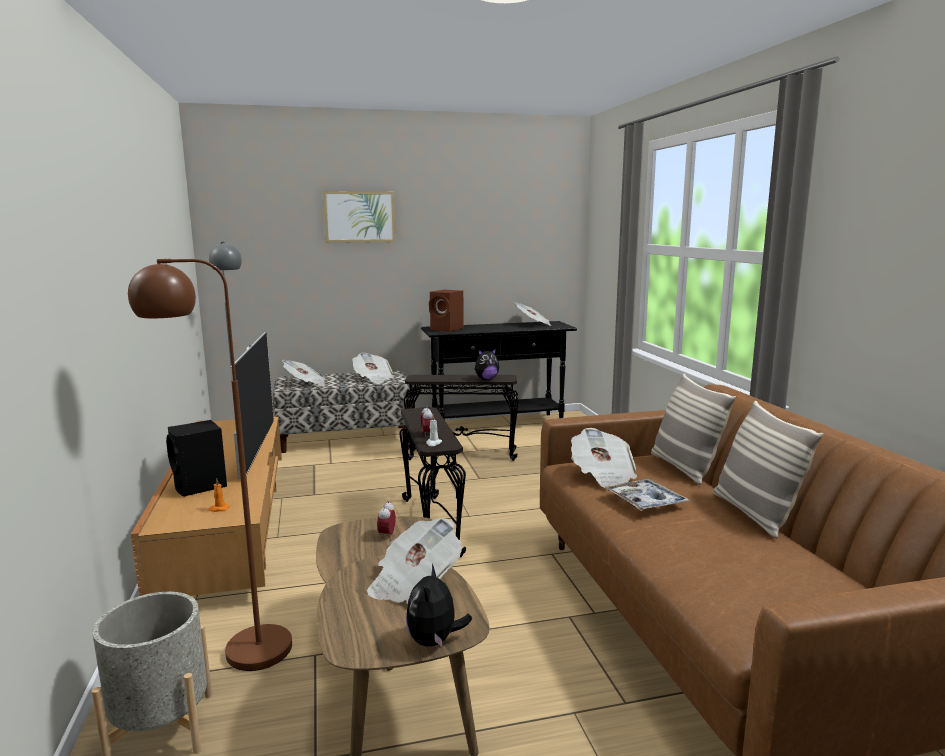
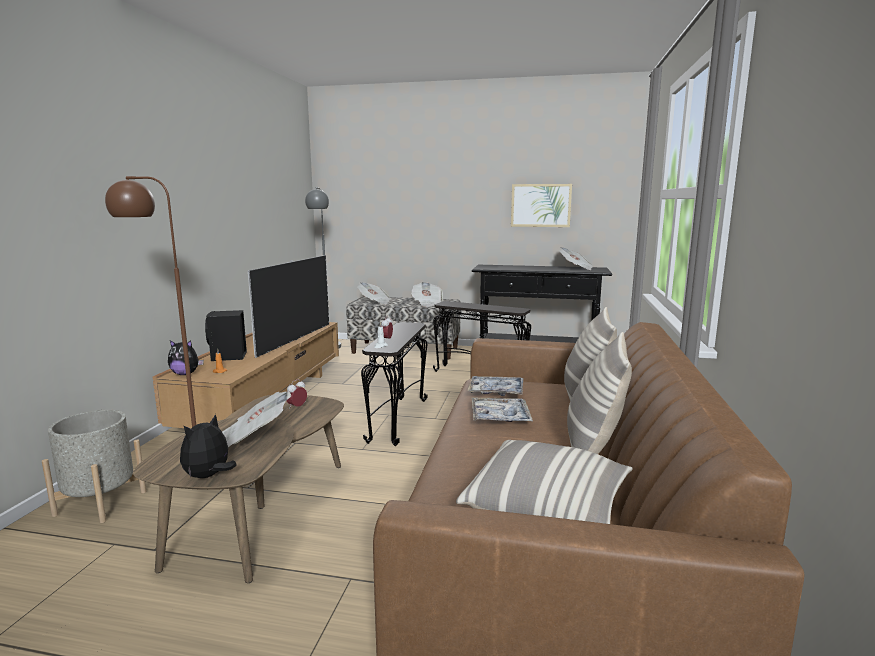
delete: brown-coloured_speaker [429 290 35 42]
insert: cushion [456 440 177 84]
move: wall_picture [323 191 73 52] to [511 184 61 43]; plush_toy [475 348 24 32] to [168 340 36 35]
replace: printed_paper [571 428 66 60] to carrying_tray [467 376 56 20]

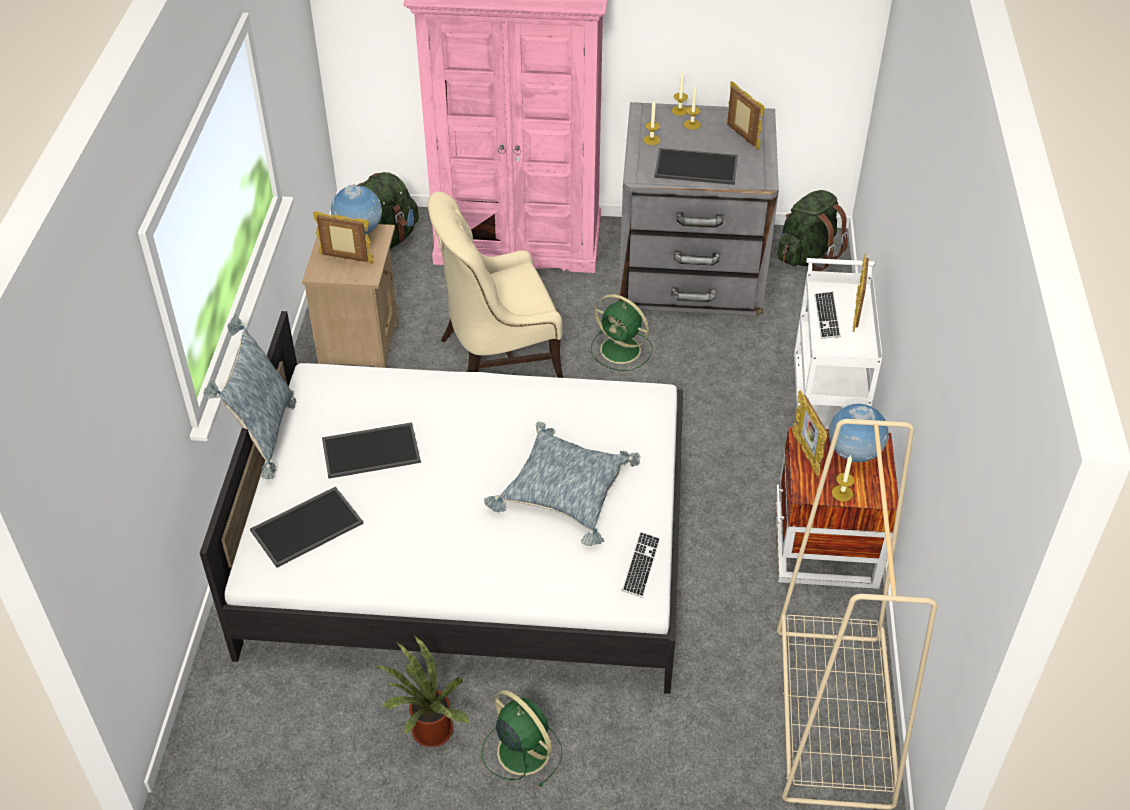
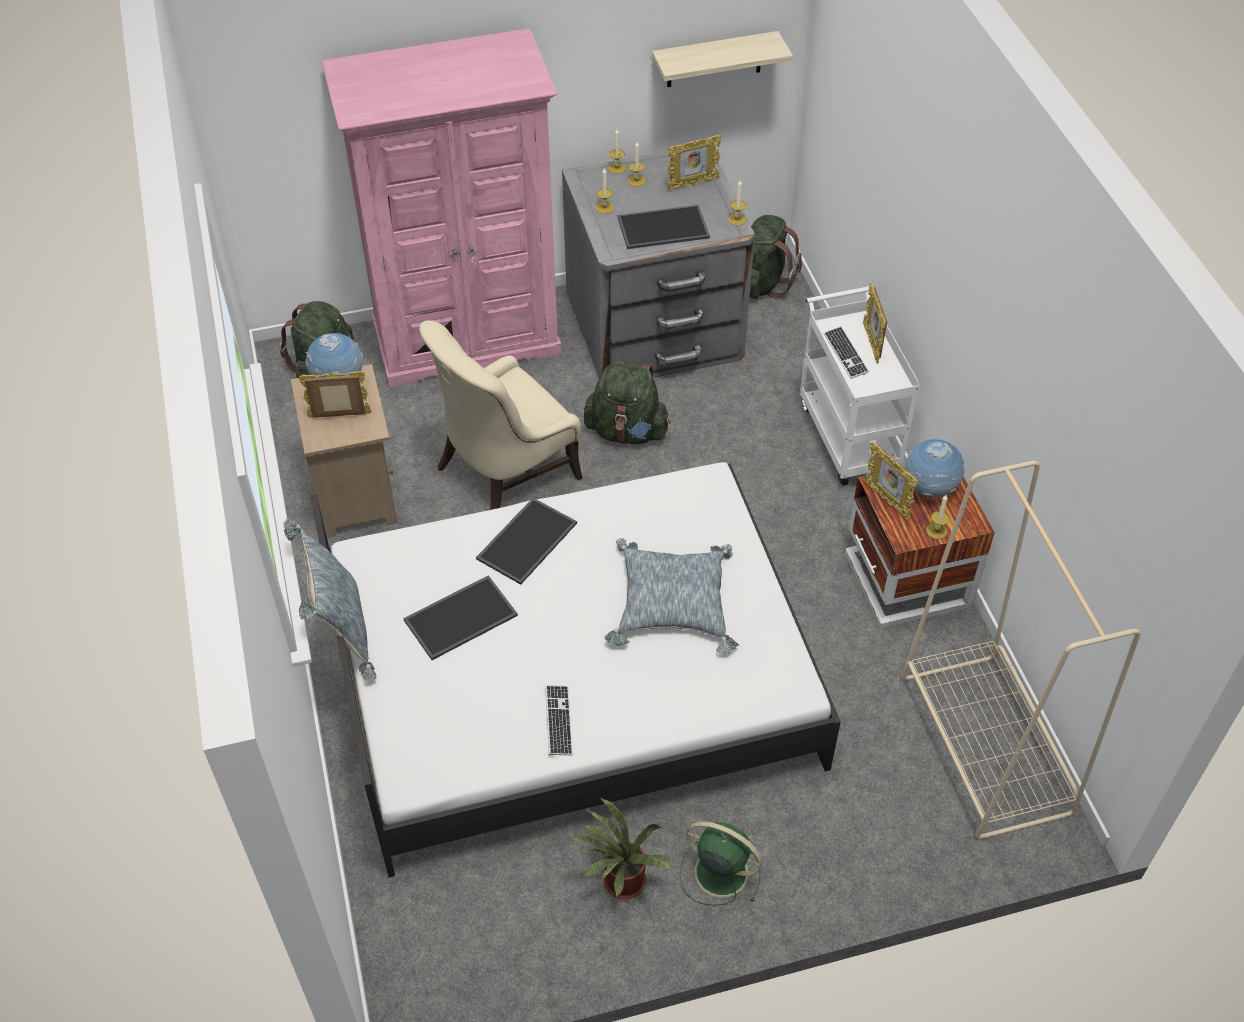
insert: bracket_shelf [652 31 141 56]; candle [728 180 18 46]
move: carrying_tray [250 487 114 81] to [476 498 101 87]; computer_keyboard [621 532 40 66] to [545 685 28 70]
replace: greenish_cooling_fan [590 294 63 77] to greenish_rucksack [584 361 87 83]
rotate: picture_frame [727 81 38 69] = [666 134 56 57] 120 degrees clockwise

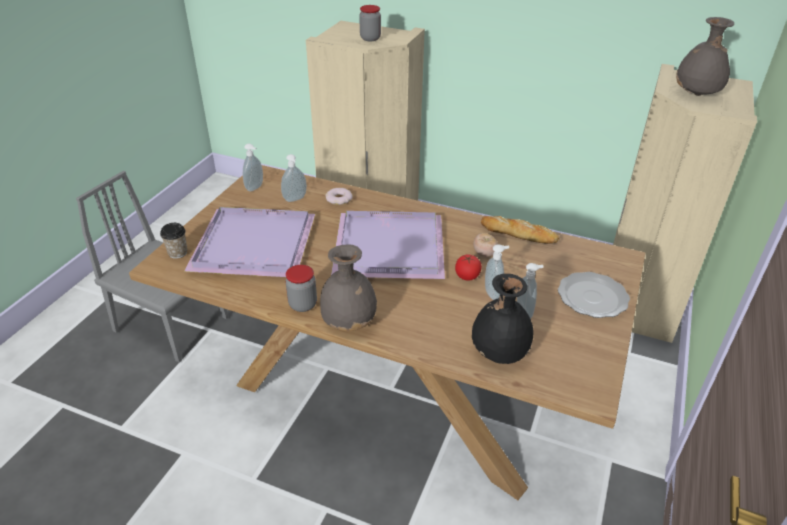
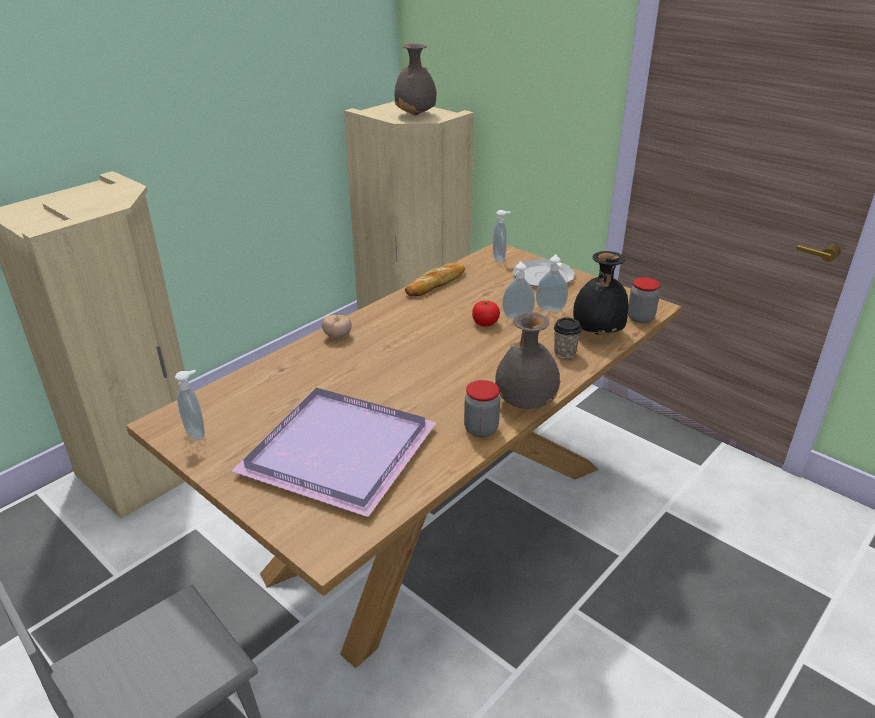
delete: ring_doughnut [325 188 28 17]; purple_carrying_tray [331 211 114 68]
move: cup [160 223 27 36] to [554 318 28 41]; soap_dispenser [281 154 26 48] to [493 210 17 52]; storage_jar [359 5 22 36] to [628 277 32 46]; whole_tomato [473 233 25 24] to [322 315 30 23]

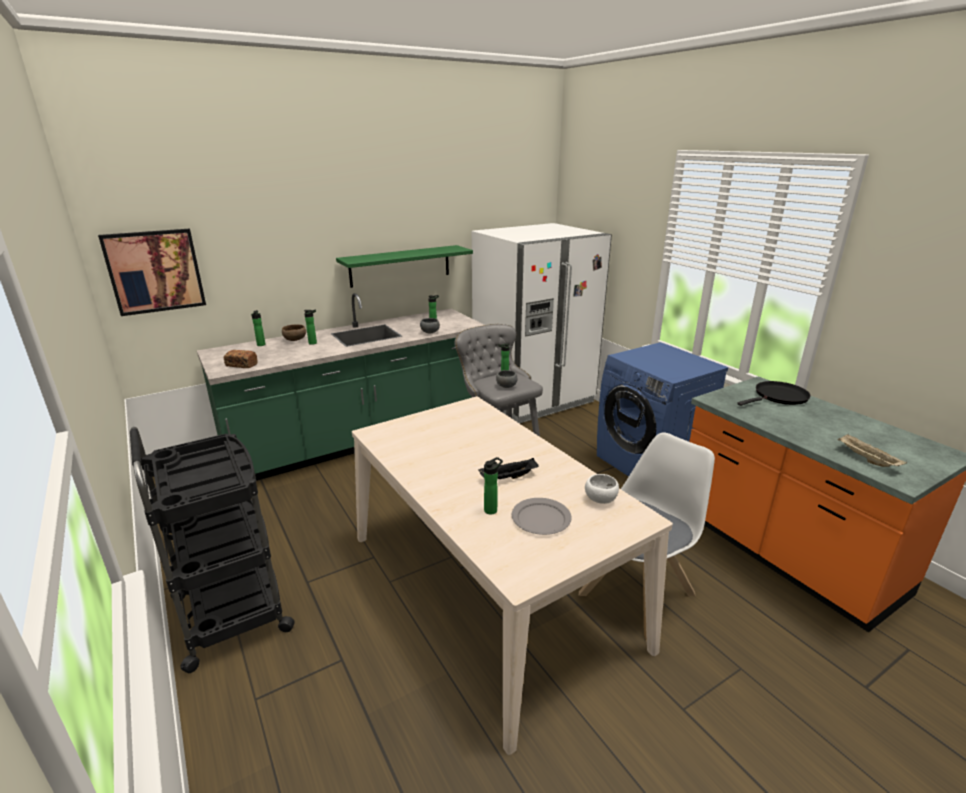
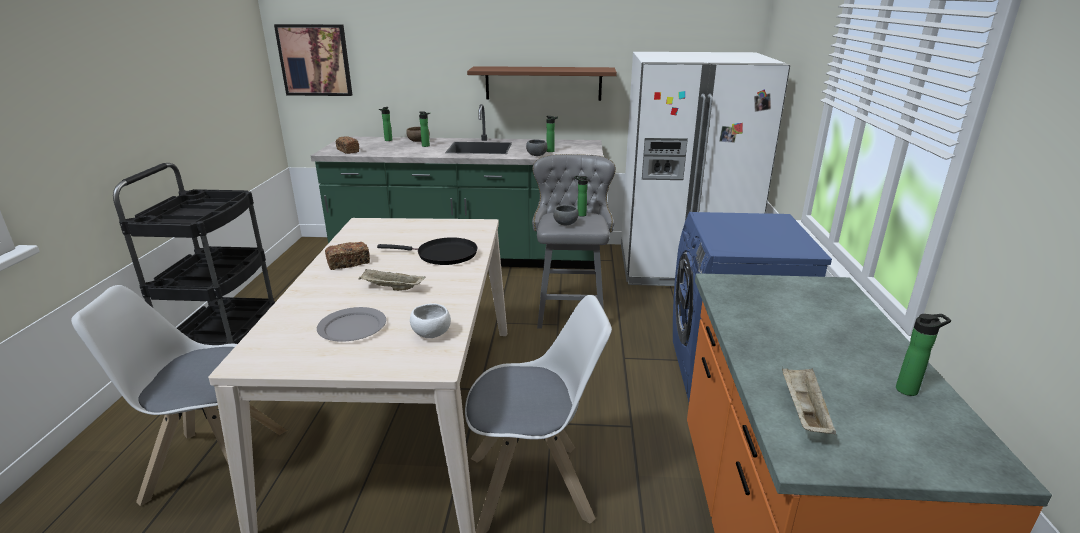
insert: plain_chair [71 285 216 221]; baked_bread [325 242 45 28]
move: bottle [484 457 19 57] to [896 314 55 82]; black-coloured_frying_pan [737 381 74 25] to [377 237 100 28]
recolor: greenish_bracket_shelf [336 245 137 43] to brown-coloured_bracket_shelf [467 66 150 35]; black-coloured_carrying_tray [478 458 61 21] to beige-coloured_carrying_tray [358 269 68 22]

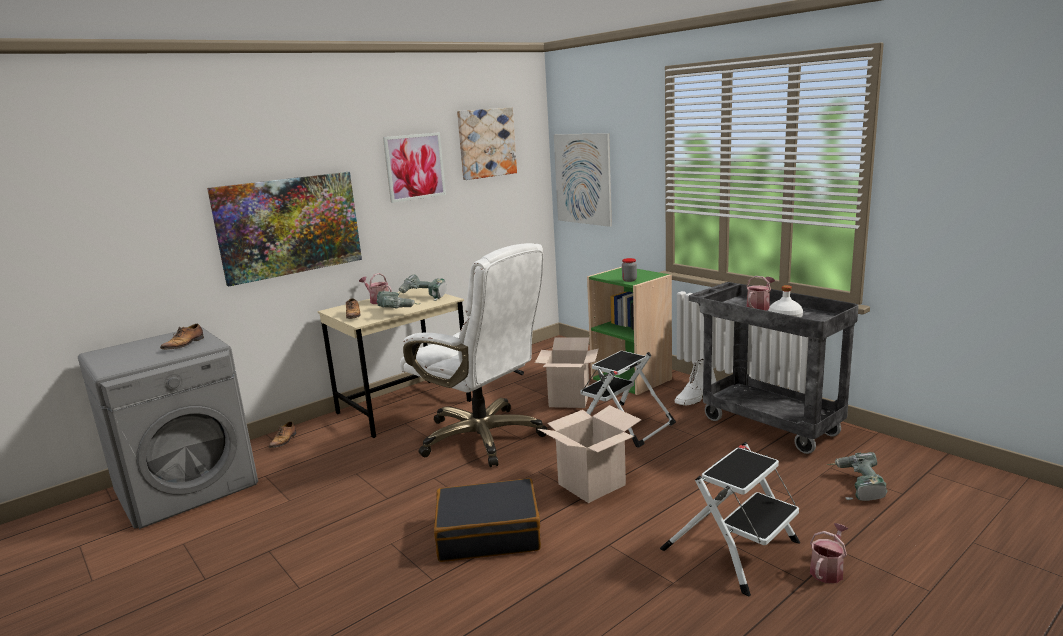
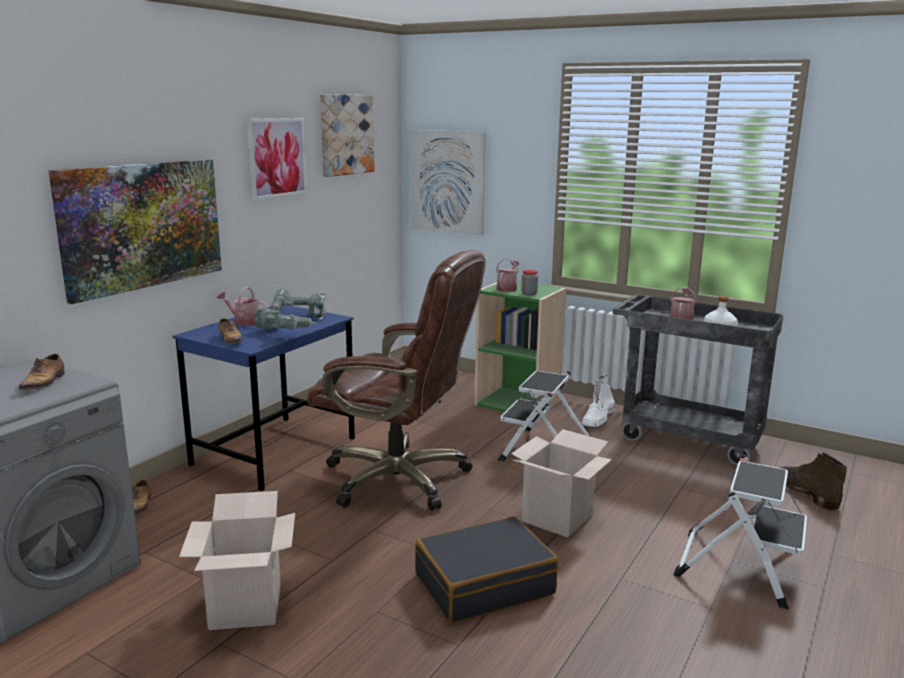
move: cardboard_box [535 337 64 71] to [179 491 116 139]; watering_can [810 523 39 60] to [496 259 24 33]
replace: power_drill [827 452 60 49] to brown-coloured_boot [779 453 68 58]
recolor: beige-coloured_desk_table [317 288 155 150] to bluish_desk_table [173 305 182 186]; whitish_desk_chair [400 243 148 224] to brown-coloured_desk_chair [307 250 179 261]

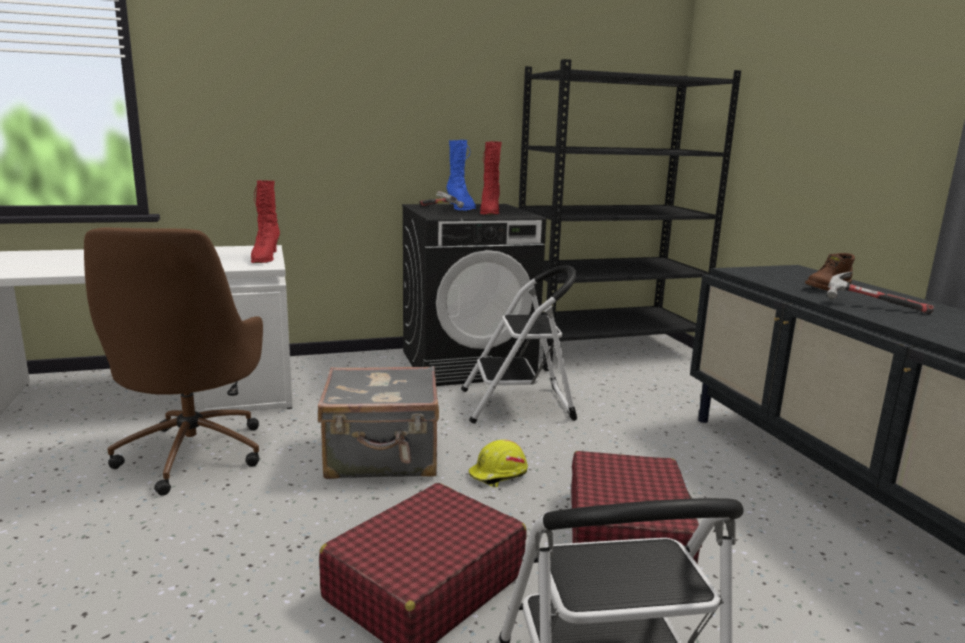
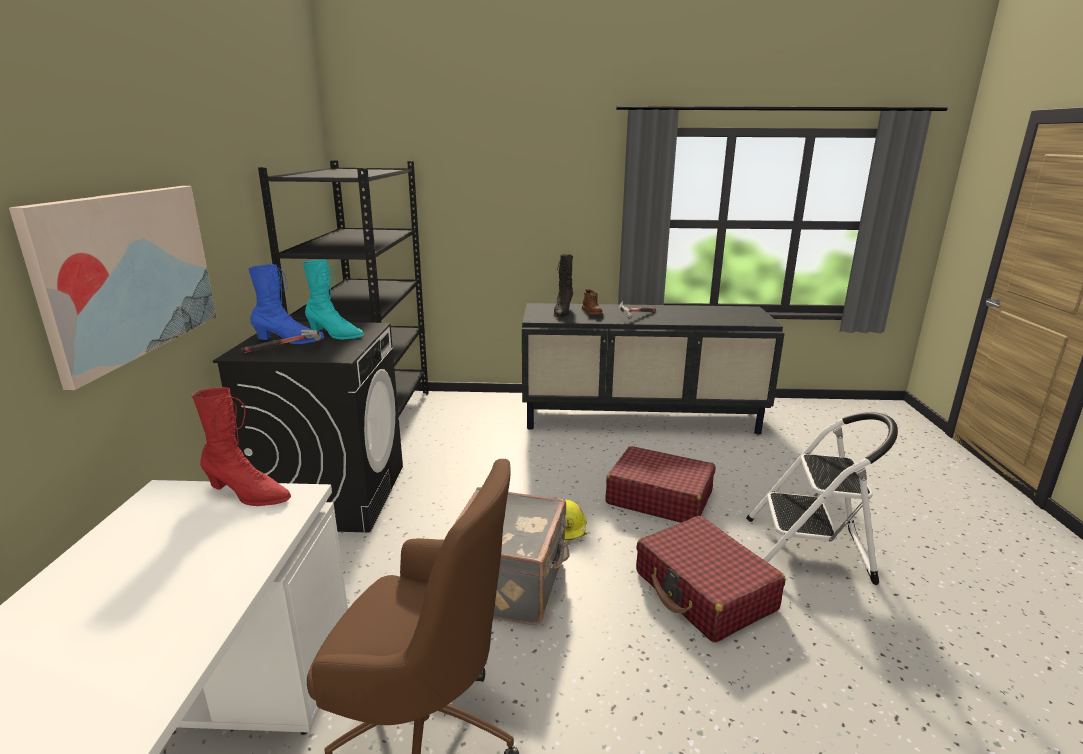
delete: step_stool [461 265 116 158]
insert: wall_picture [9 186 207 204]; black-coloured_boot [554 254 19 63]
recolor: red-coloured_boot [480 141 22 74] to turquoise_boot [303 260 61 79]

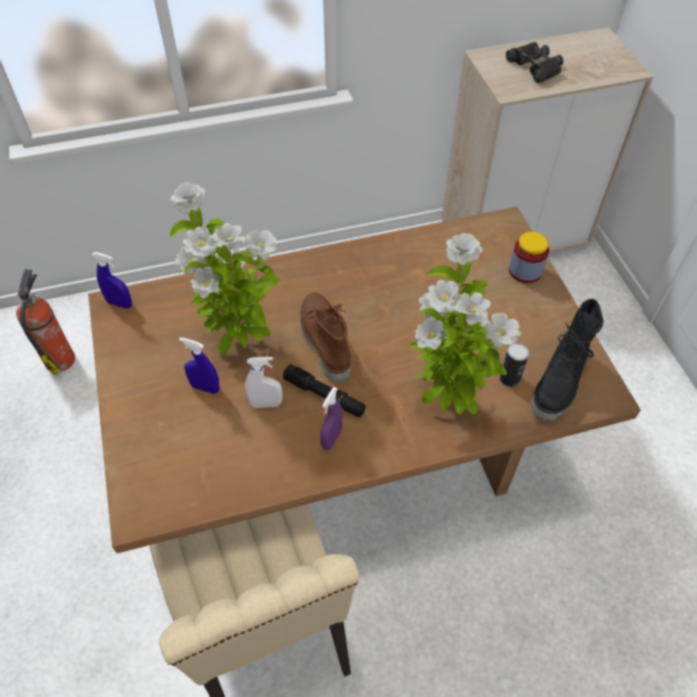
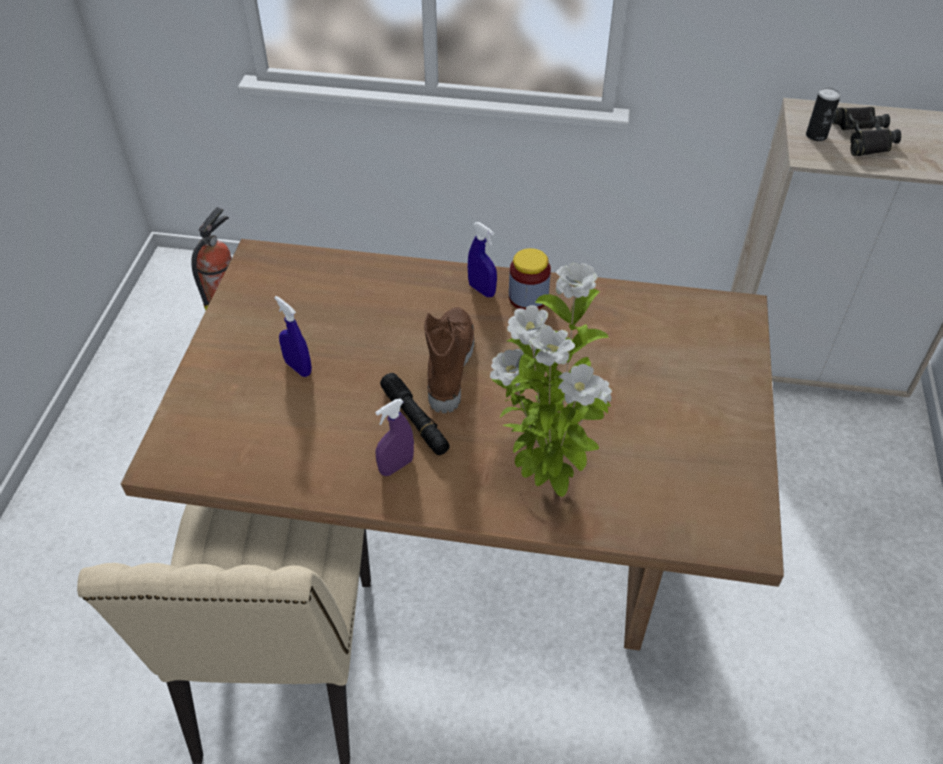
delete: potted_plant [170 182 111 173]; whitish_sprayer [245 356 37 52]; black-coloured_boot [531 299 72 122]
move: bluish_sprayer [92 252 40 57] to [468 222 29 75]; metal_can [500 343 29 44] to [806 88 35 53]; storage_jar [509 232 40 51] to [509 248 42 62]

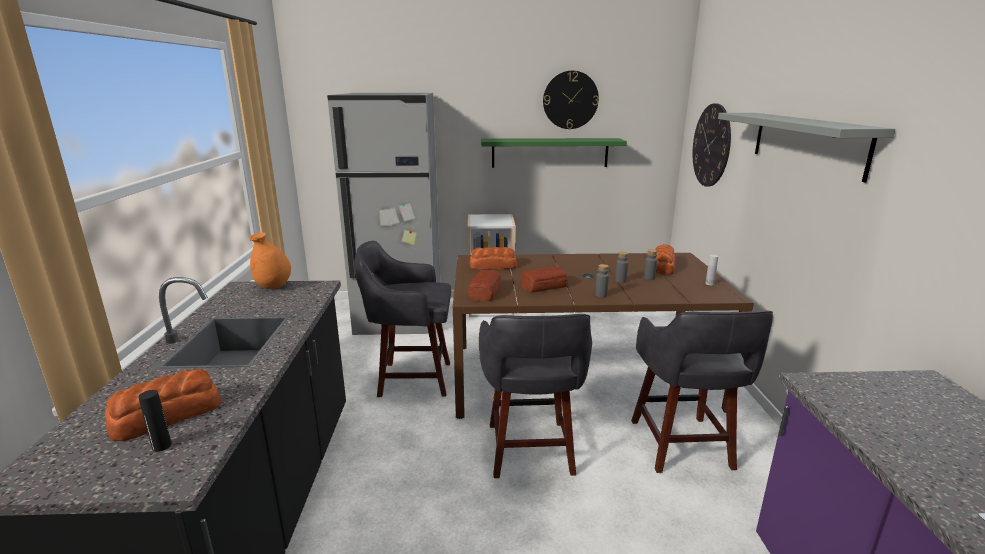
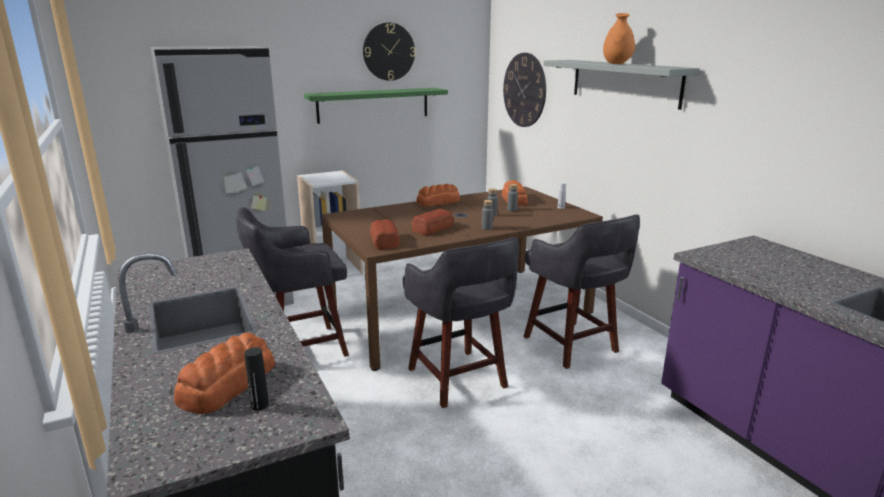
move: orange-coloured_vase [249 232 42 57] to [603 13 32 51]; baked_bread [470 247 47 23] to [416 184 44 23]

